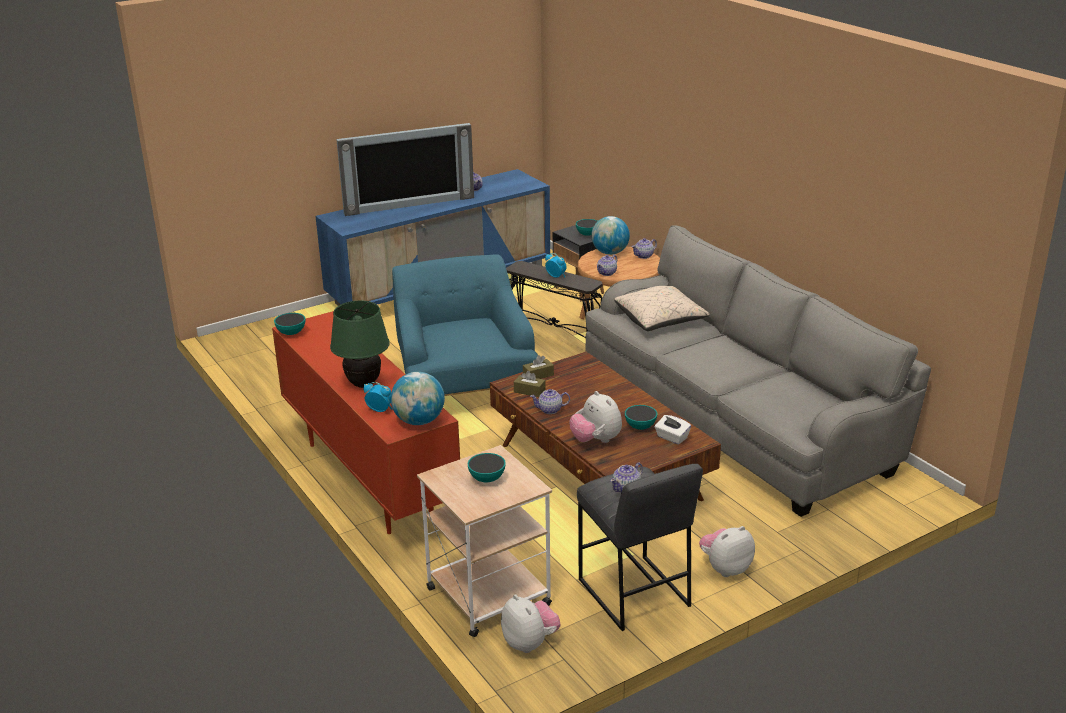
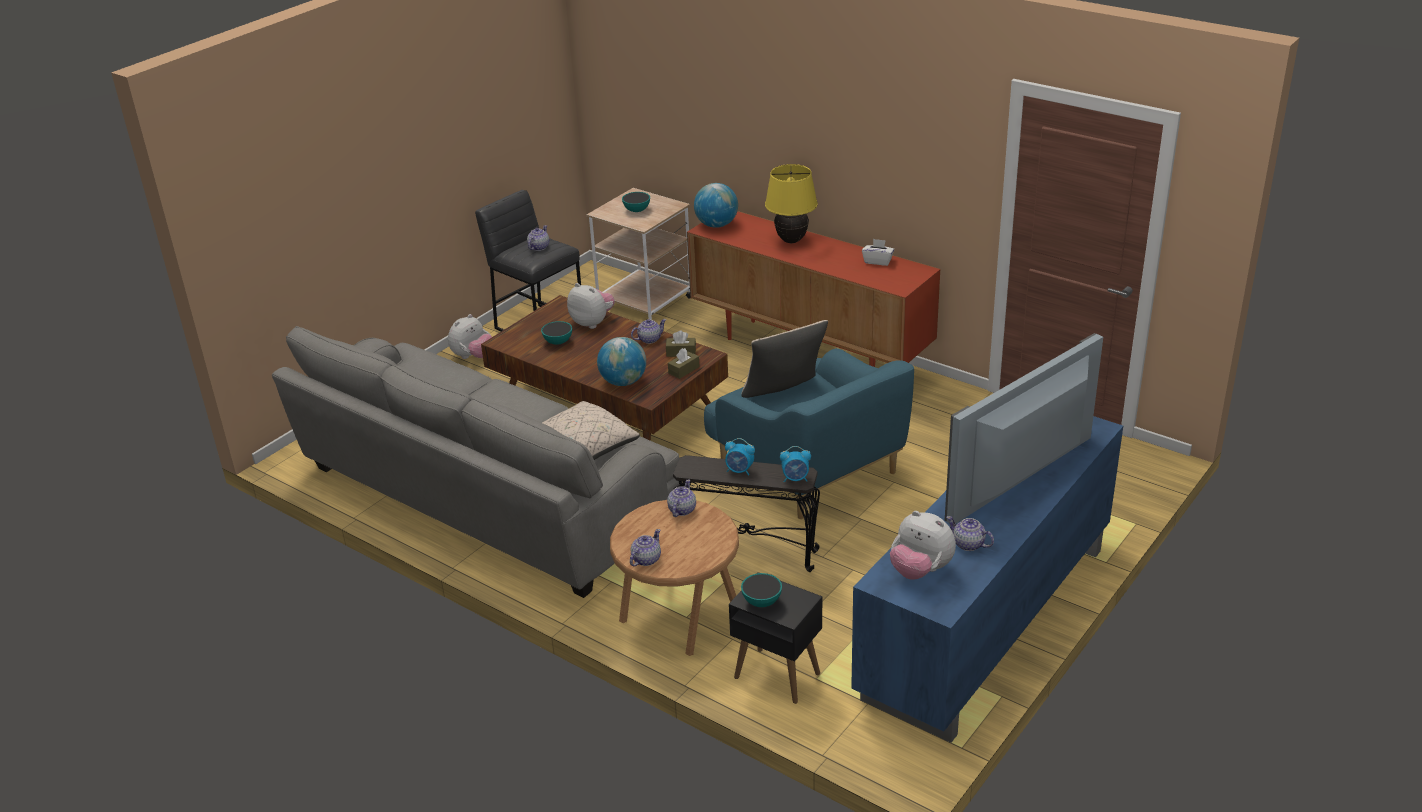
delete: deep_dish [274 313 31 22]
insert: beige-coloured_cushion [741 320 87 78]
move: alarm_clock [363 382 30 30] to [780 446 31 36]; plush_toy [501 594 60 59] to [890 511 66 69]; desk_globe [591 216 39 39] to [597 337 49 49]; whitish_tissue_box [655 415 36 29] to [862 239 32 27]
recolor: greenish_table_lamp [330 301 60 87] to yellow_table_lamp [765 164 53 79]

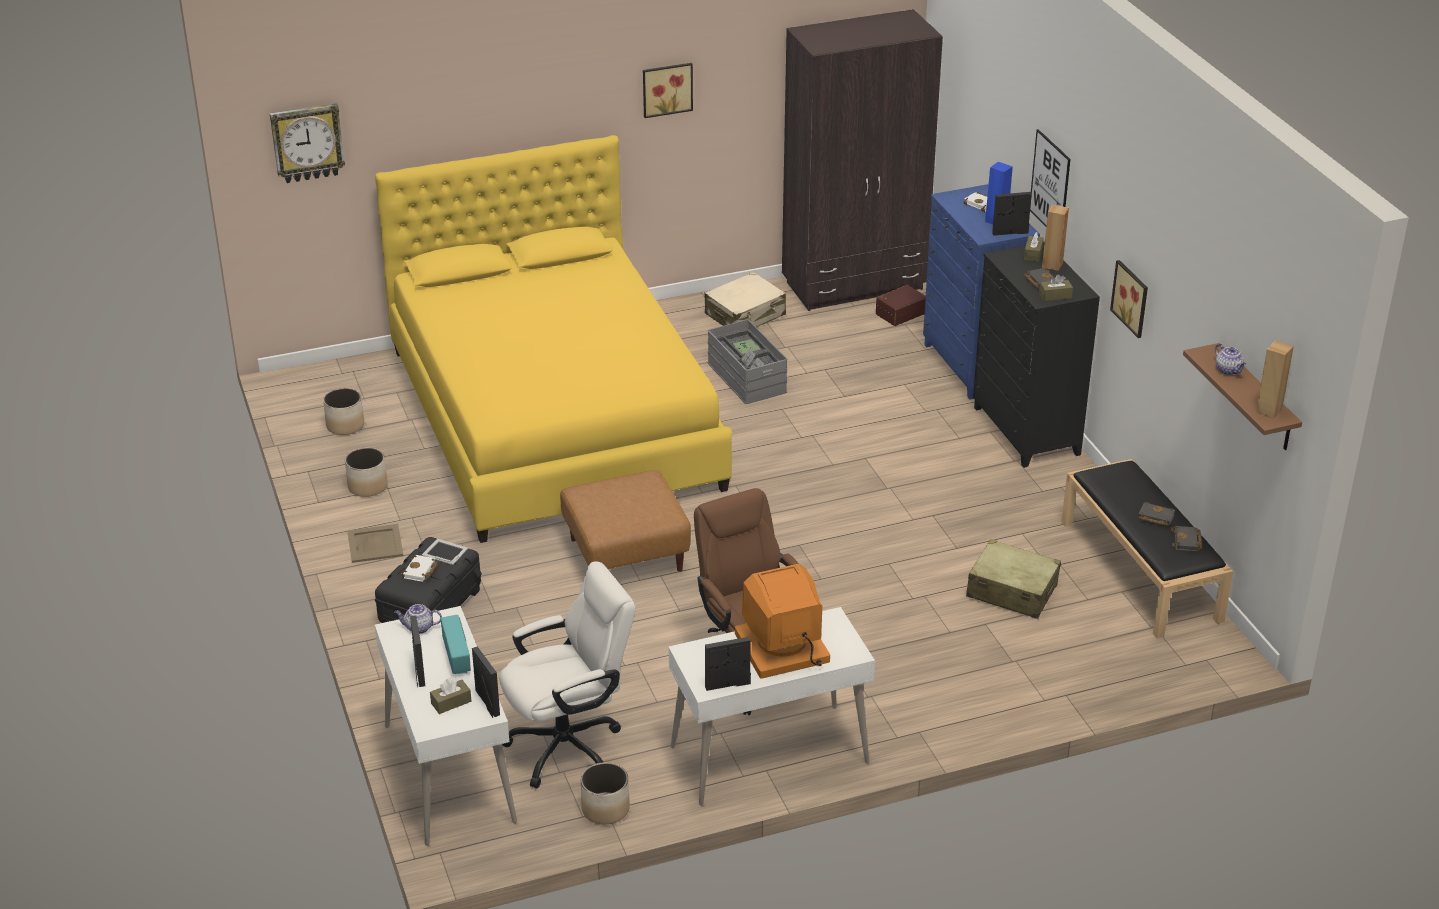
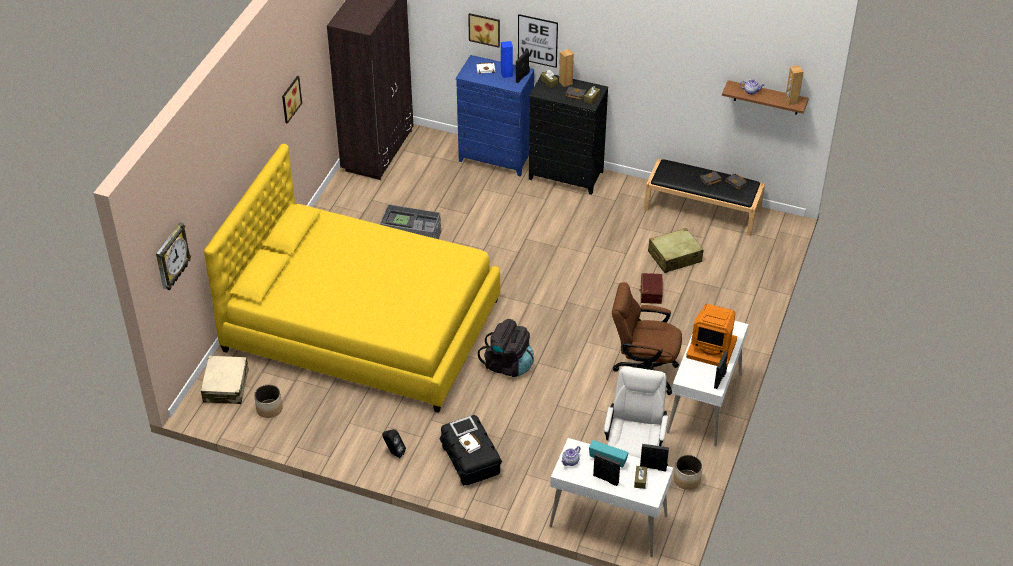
delete: flower_pot [345 448 43 49]
move: beige-coloured_travel_case [705 272 81 55] to [201 356 48 48]; brown-coloured_storage_box [876 285 50 41] to [639 273 24 31]; wall_picture [1110 260 38 78] to [468 13 32 35]
replace: beige-coloured_carrying_tray [347 524 56 39] to black-coloured_speaker [382 429 24 29]; brown-coloured_pouffe [560 470 131 102] to black-coloured_rucksack [478 319 56 58]
rotate: computer_display [735 564 95 115] = [686 304 51 63] 90 degrees counterclockwise

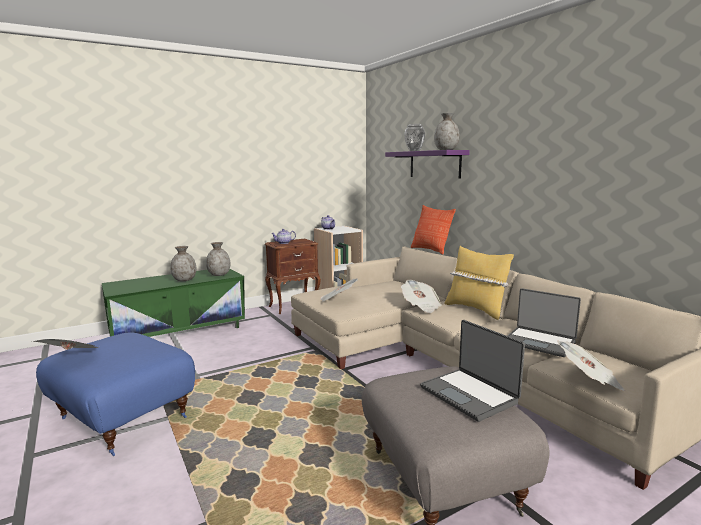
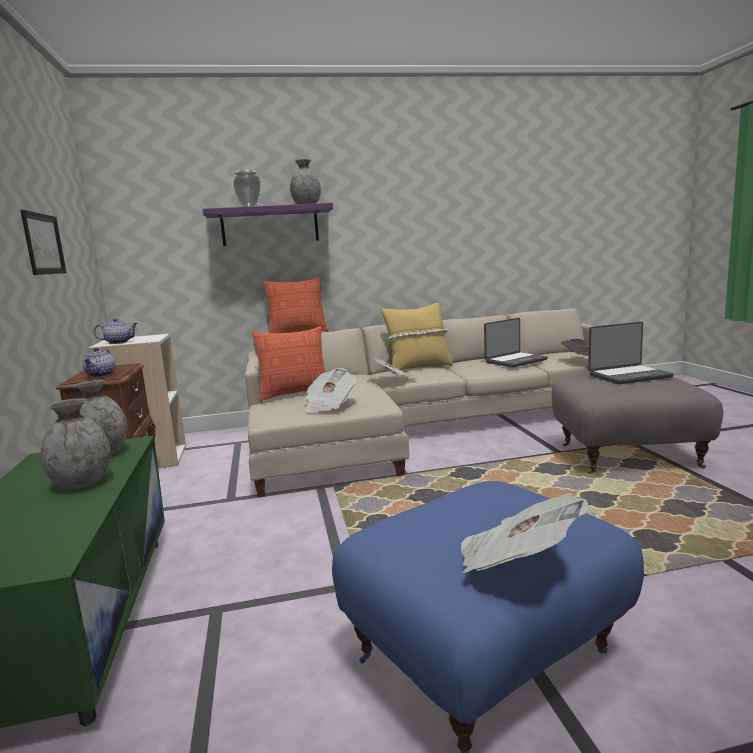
insert: wall_picture [20 210 47 65]; orange-coloured_cushion [252 326 73 75]

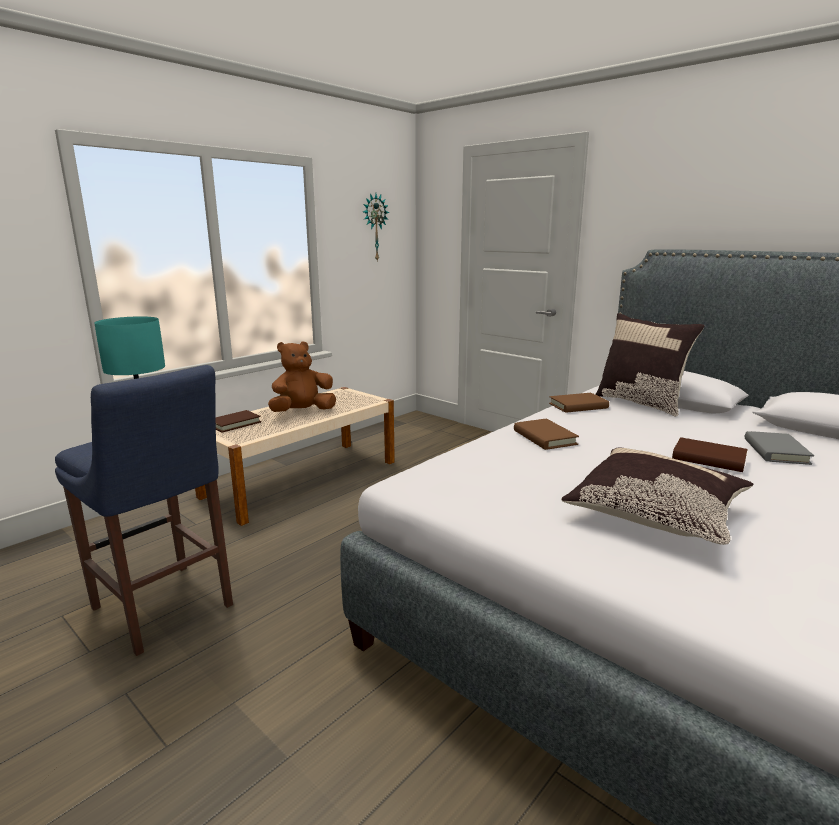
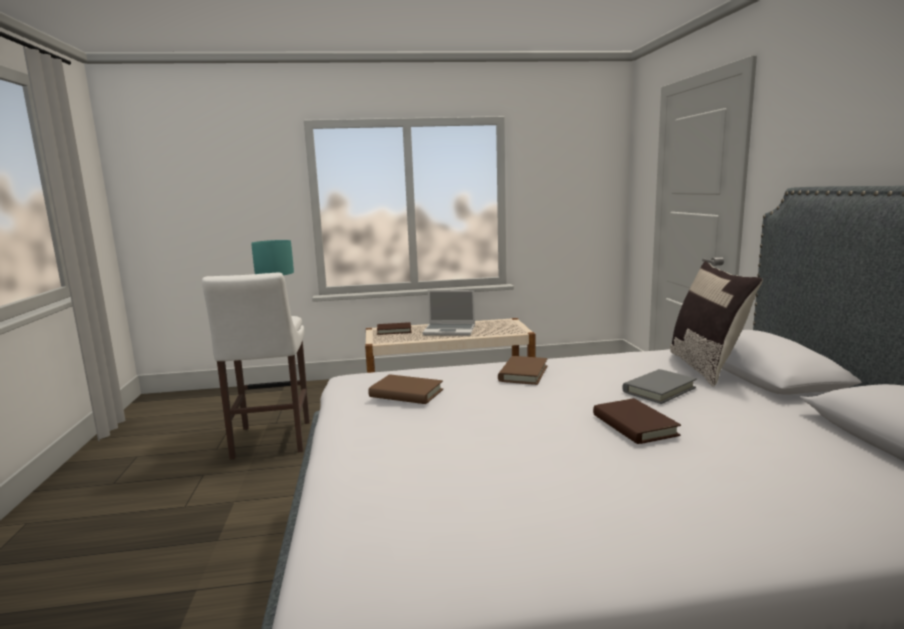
delete: clock_on_the_wall [363 193 26 68]; cushion [561 447 192 98]
move: brown-coloured_bound_book [549 393 60 20] to [368 374 75 30]; grey_bound_book [745 431 69 34] to [622 369 75 35]
replace: brown-coloured_plush_toy [268 341 68 71] to laptop [422 290 53 46]
recolor: bluish_stool_seat [55 365 178 291] to whitish_stool_seat [202 272 108 187]

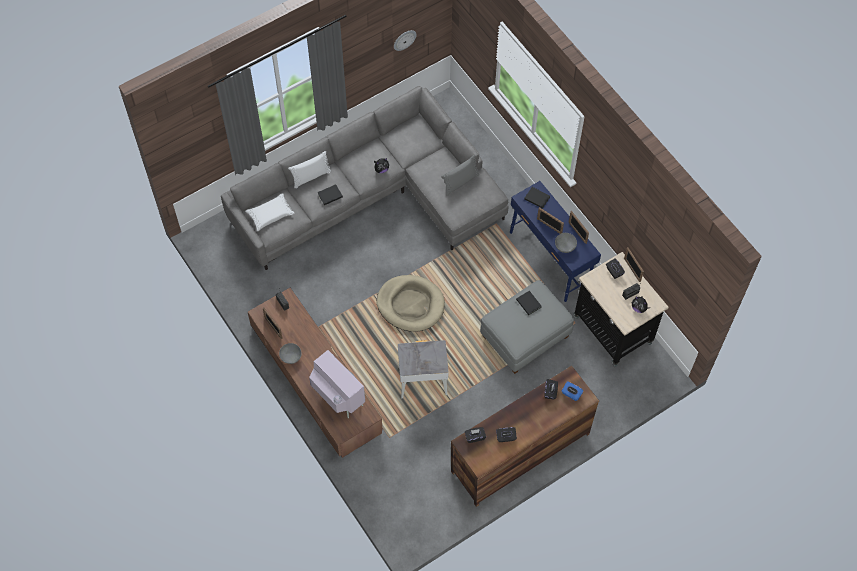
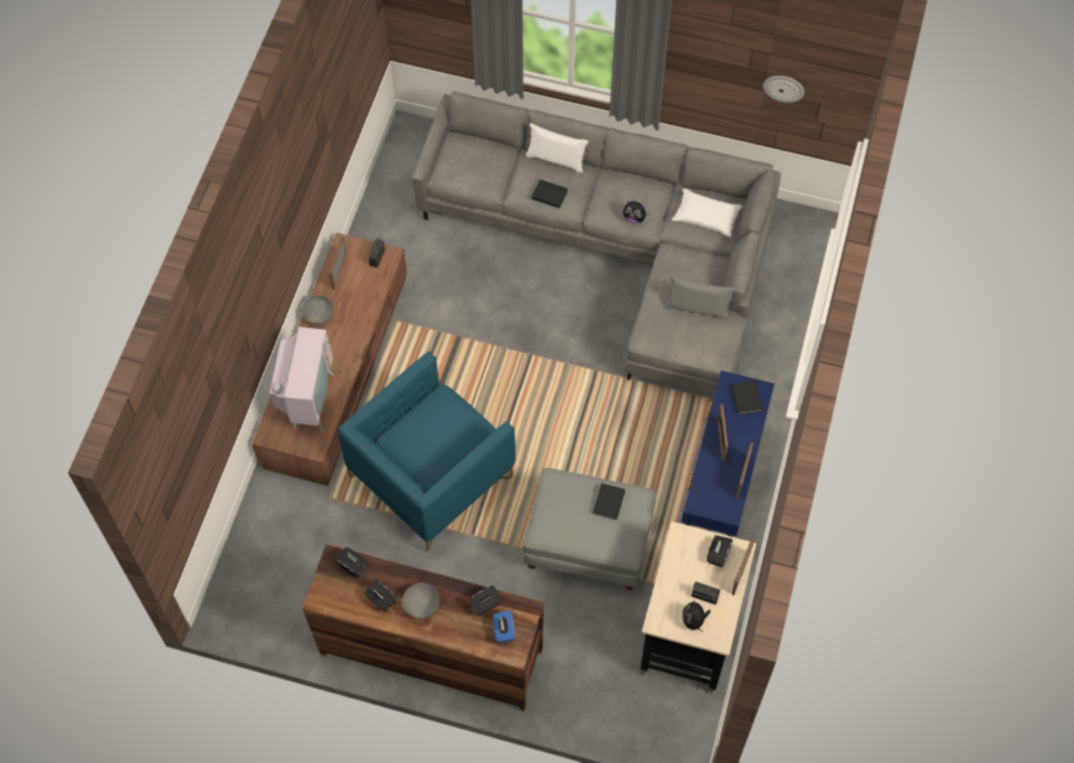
delete: beige-coloured_pet_bed [377 275 68 57]
move: whitish_cushion [245 193 49 38] to [672 188 71 49]; grey_deep_dish [555 233 22 20] to [402 583 37 36]
replace: accent_table [398 340 50 58] to bluish_armchair [337 351 179 200]

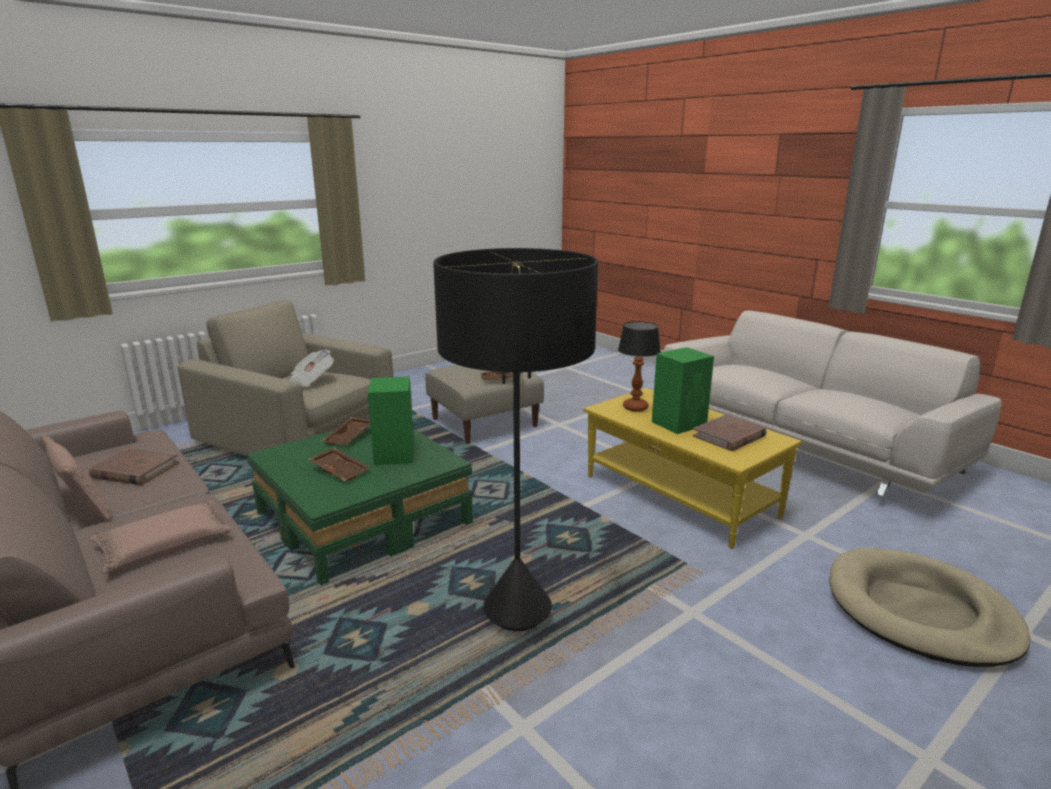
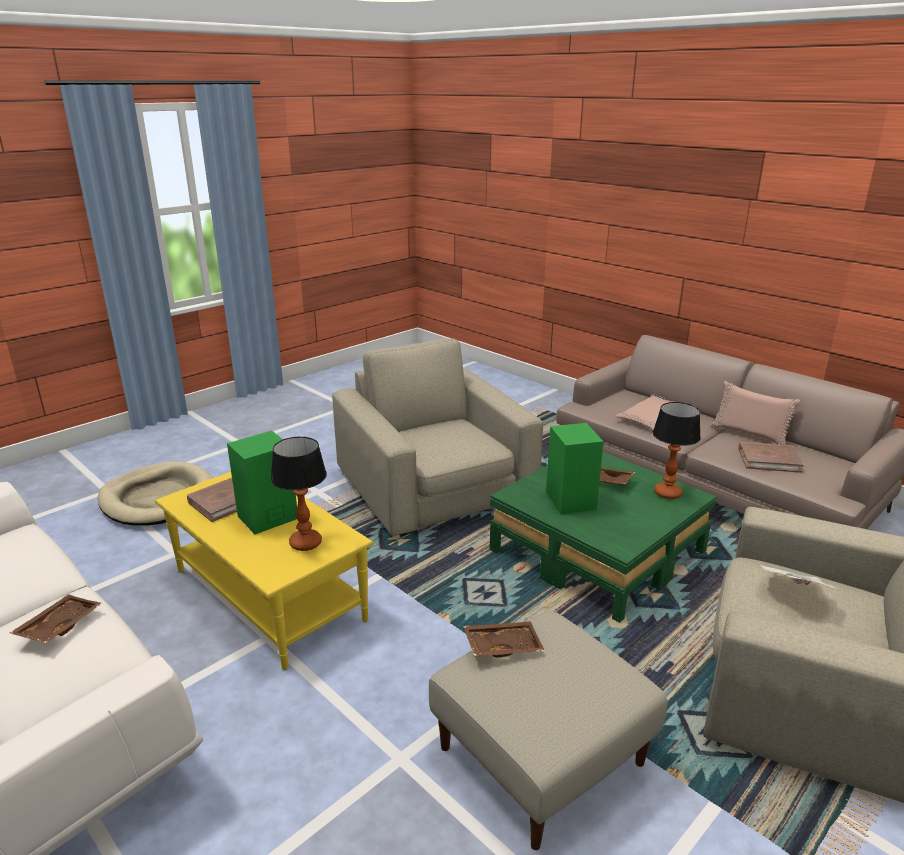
insert: table_lamp [653 402 48 97]
move: brown-coloured_carrying_tray [321 417 49 28] to [10 594 92 49]
replace: black-coloured_standing_lamp [433 248 165 383] to beige-coloured_armchair [332 338 211 198]

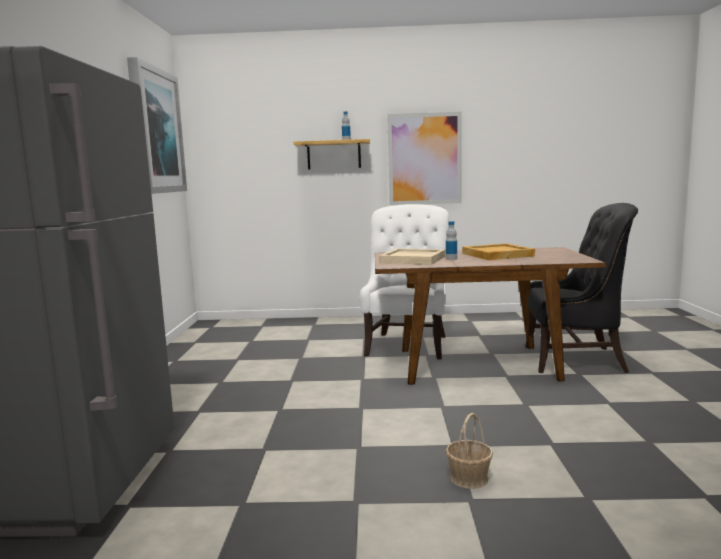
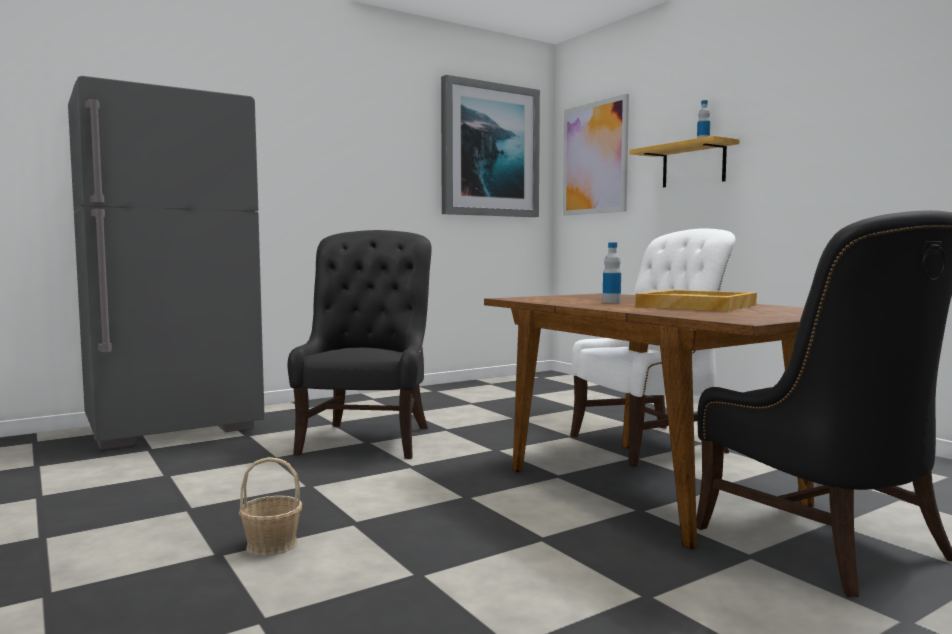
delete: beige-coloured_carrying_tray [379 249 66 16]
insert: black-coloured_plain_chair [288 230 144 229]
move: wall_picture [387 112 75 93] to [563 94 66 121]

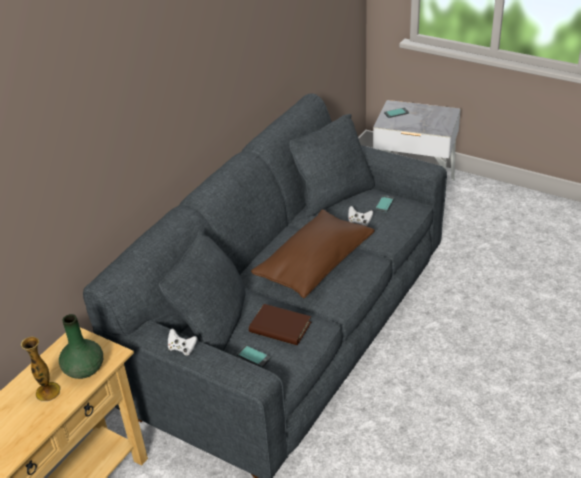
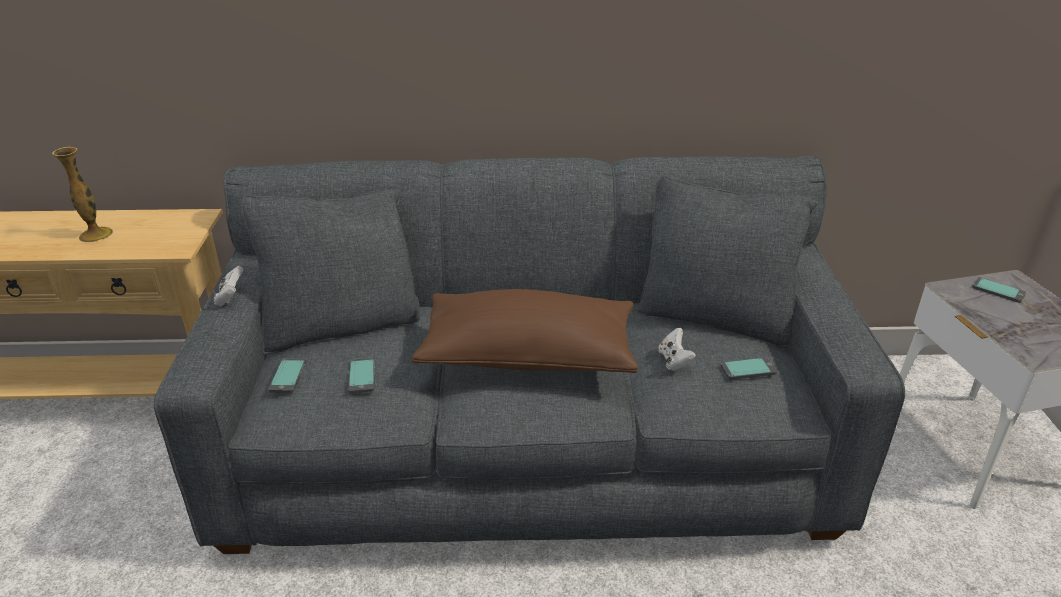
delete: greenish_vase [59 314 44 65]
replace: brown-coloured_bound_book [249 304 62 41] to telephone [348 357 27 36]

